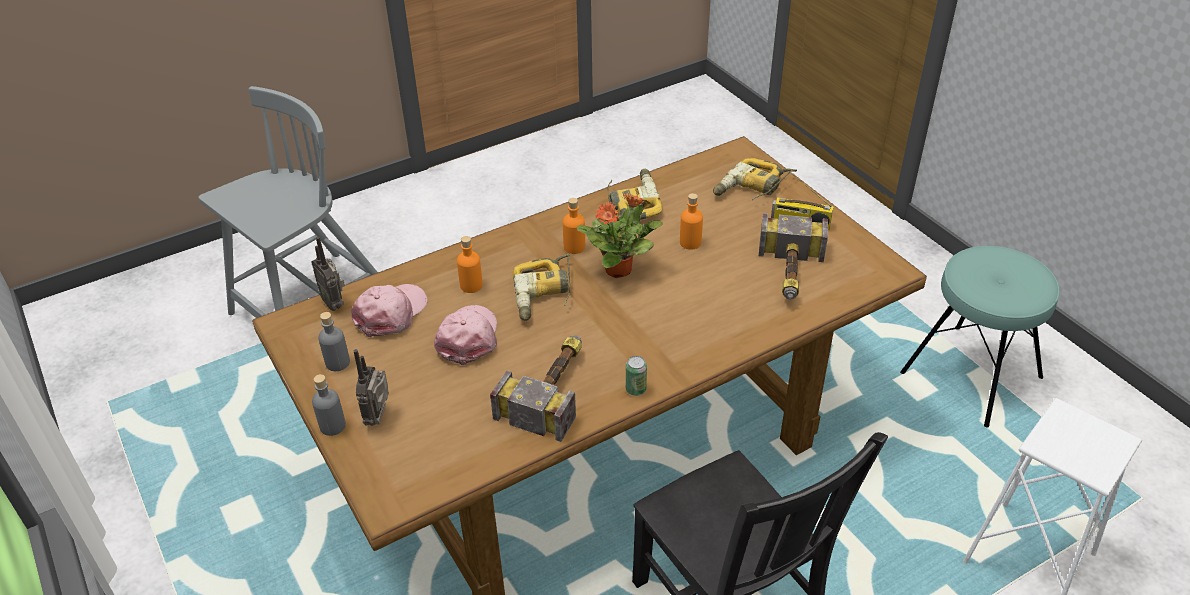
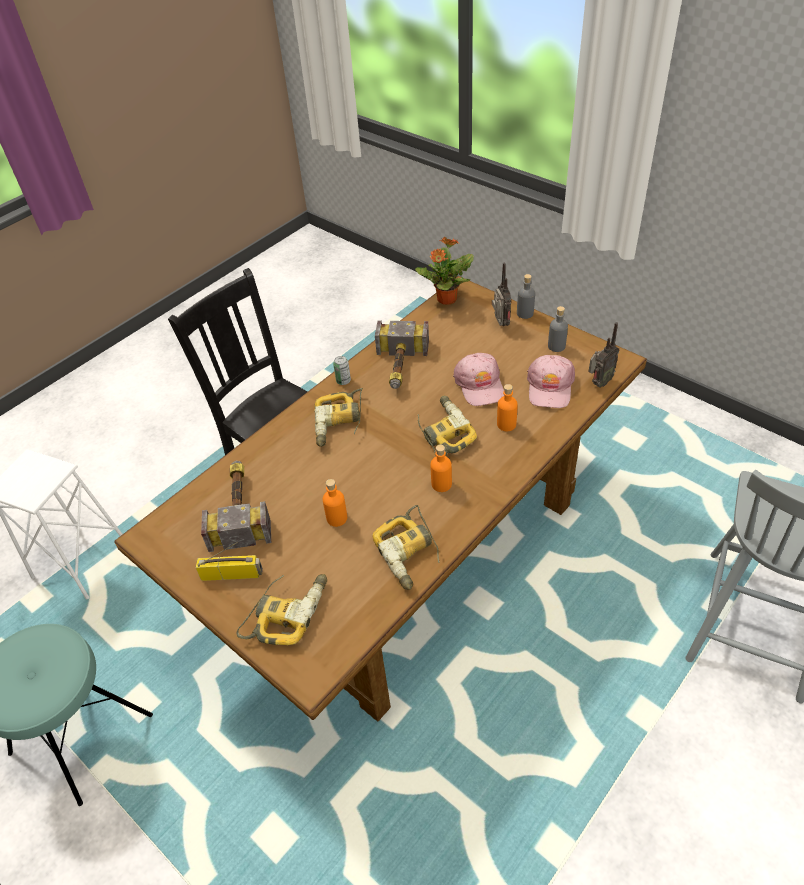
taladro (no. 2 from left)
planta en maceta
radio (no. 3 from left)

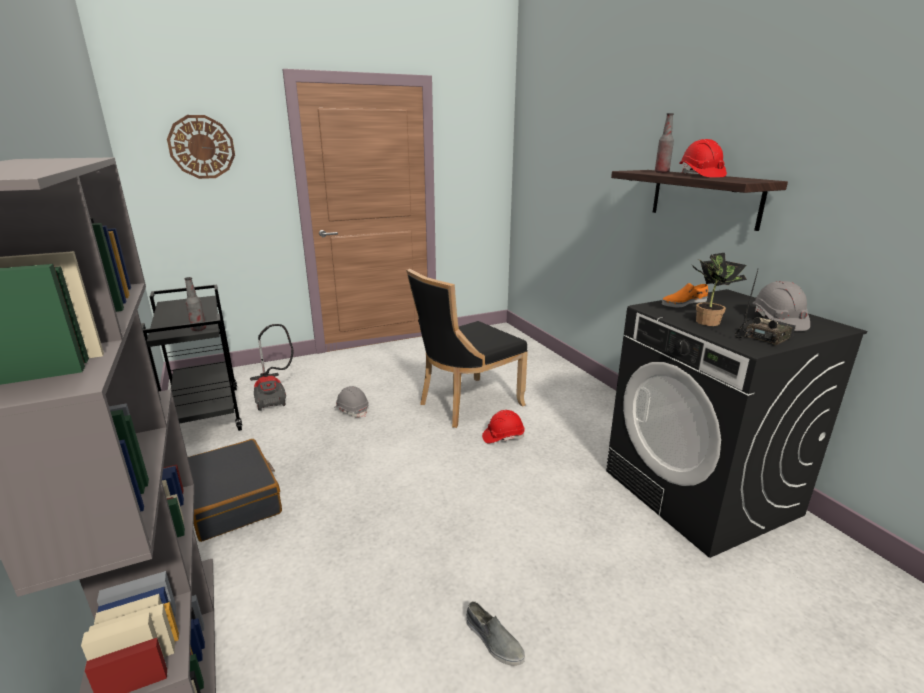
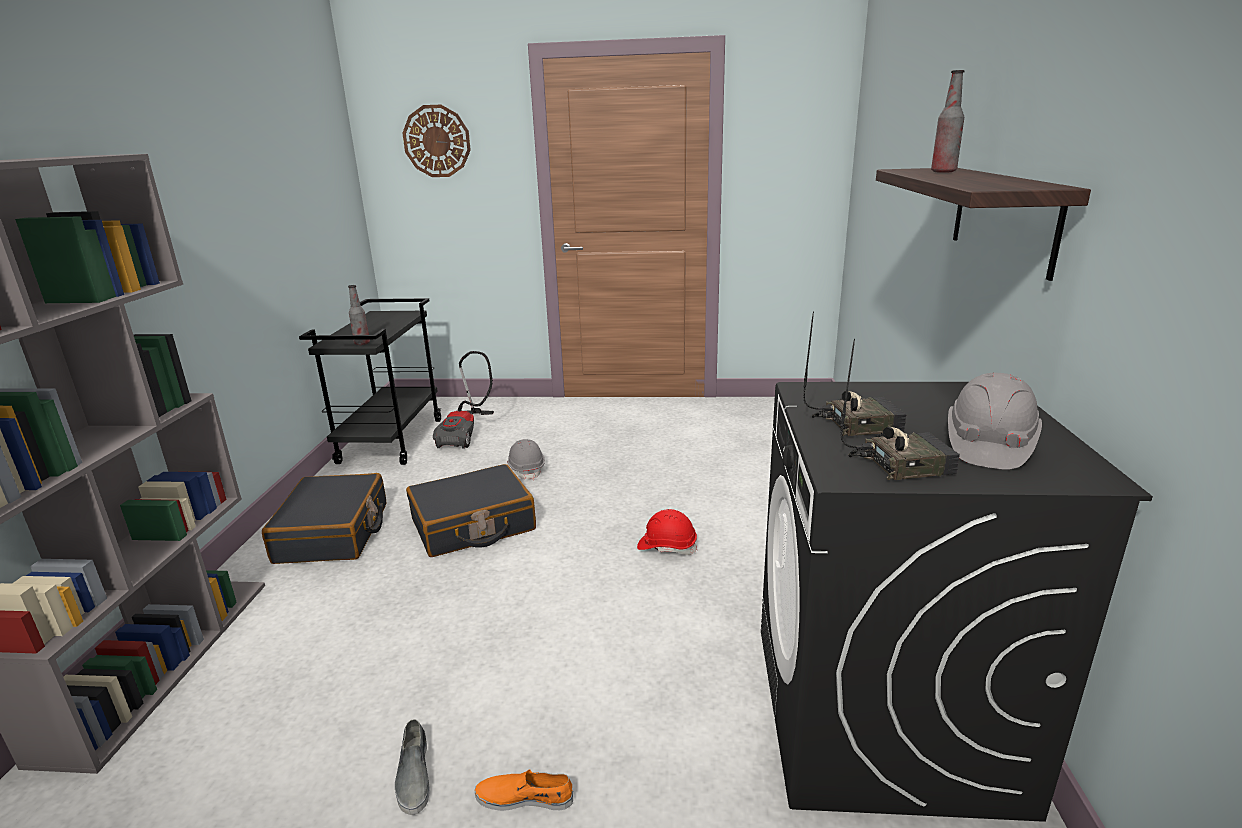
maleta/negro (no. 2 from left)
zapato/naranja
radio (no. 1 from left)
silla/negro
casco/rojo (no. 2 from left in the first image)

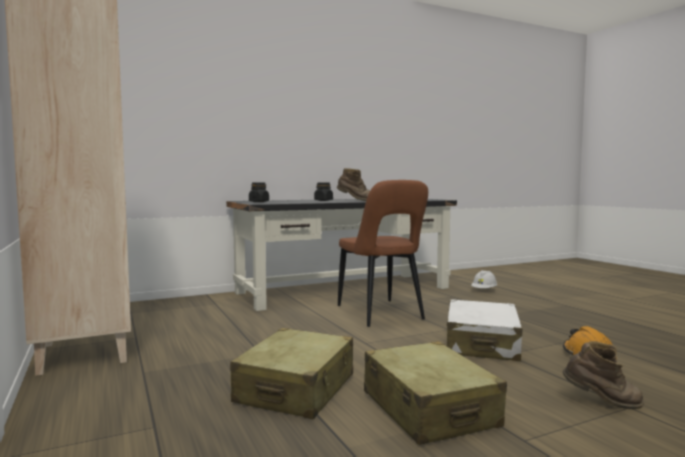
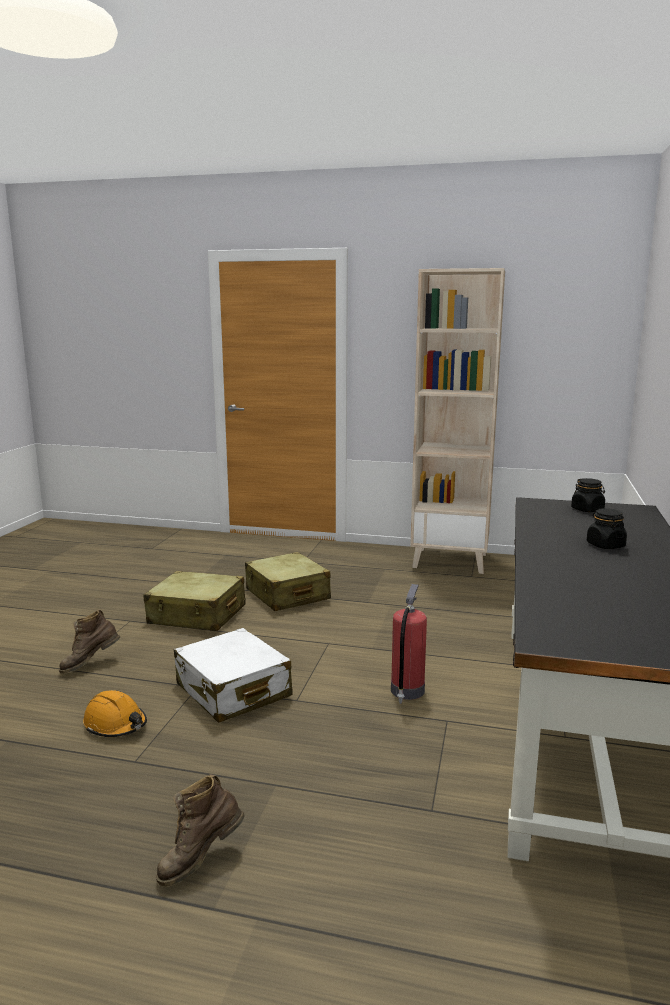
bota/marrón (no. 2 from left)
extintor
casco/blanco

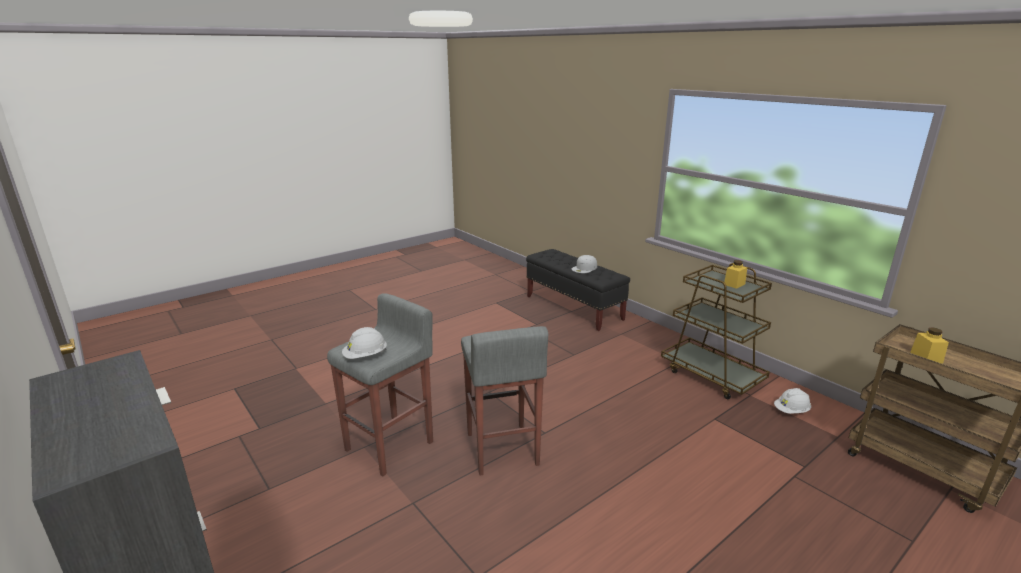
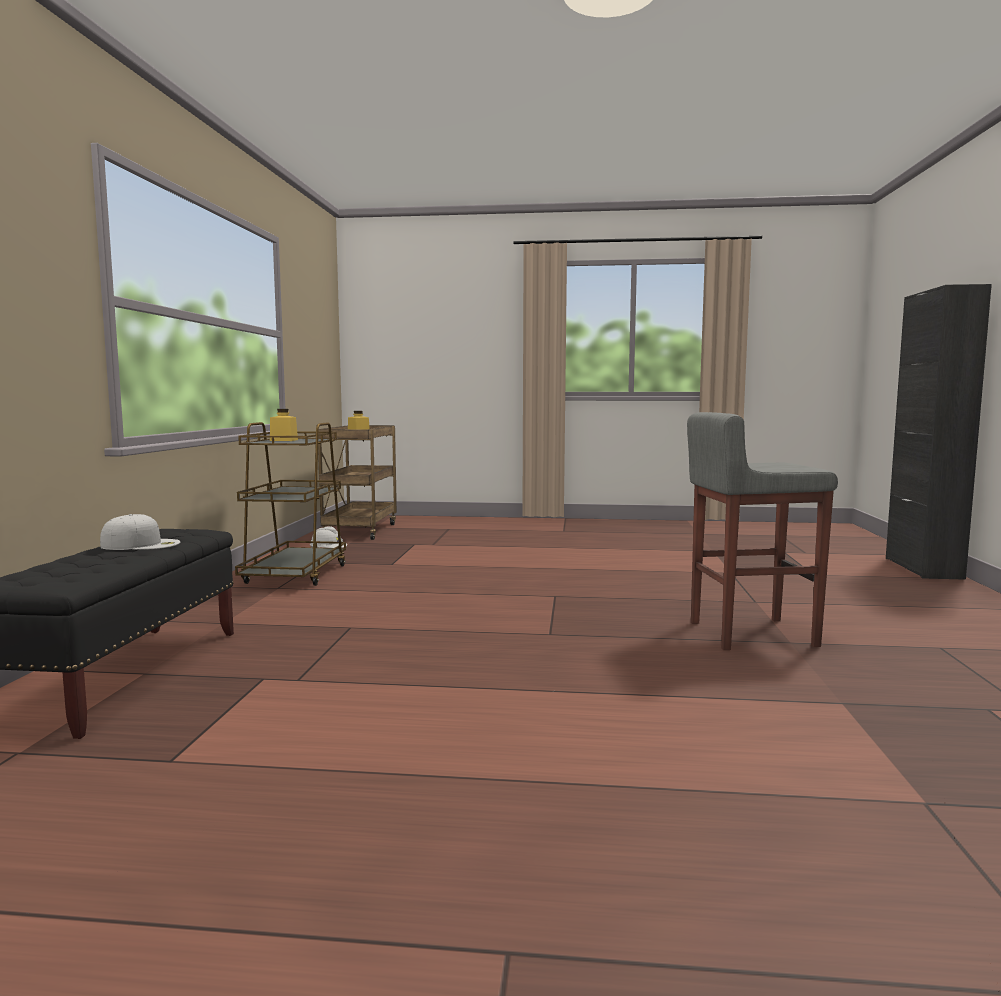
casco/blanco (no. 1 from left in the first image)
taburete/gris (no. 2 from left in the first image)

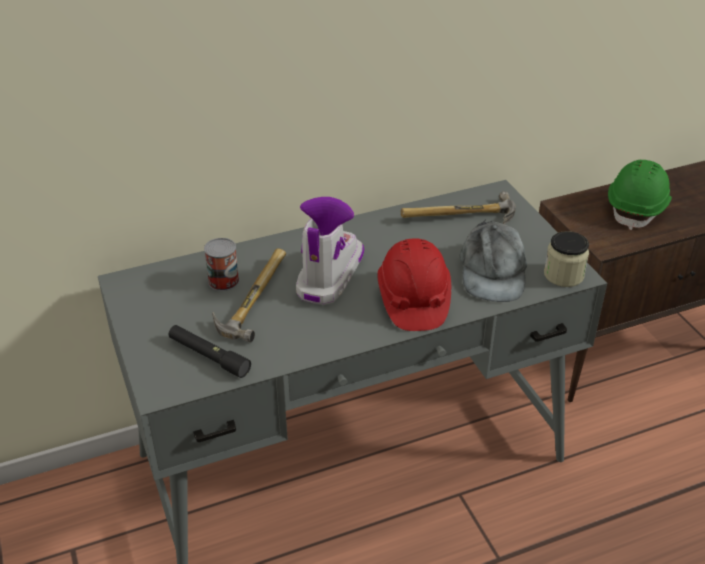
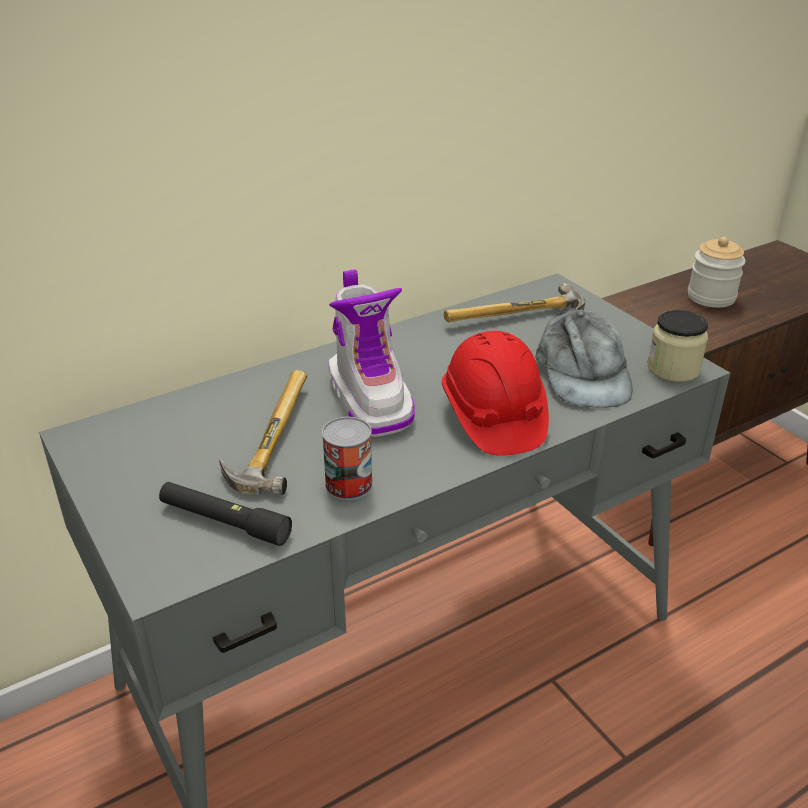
lata
bota
tarro (no. 2 from left)

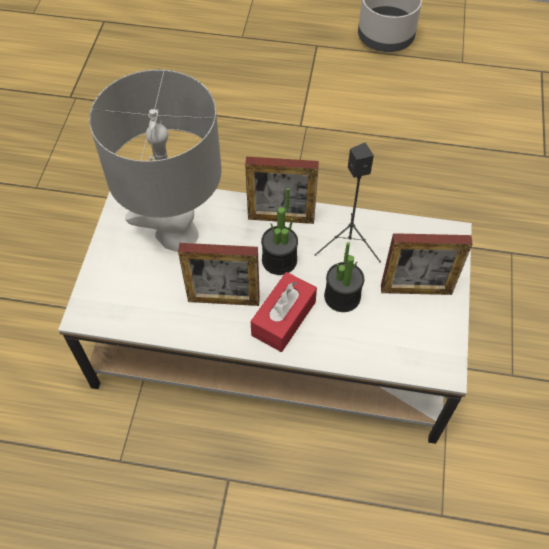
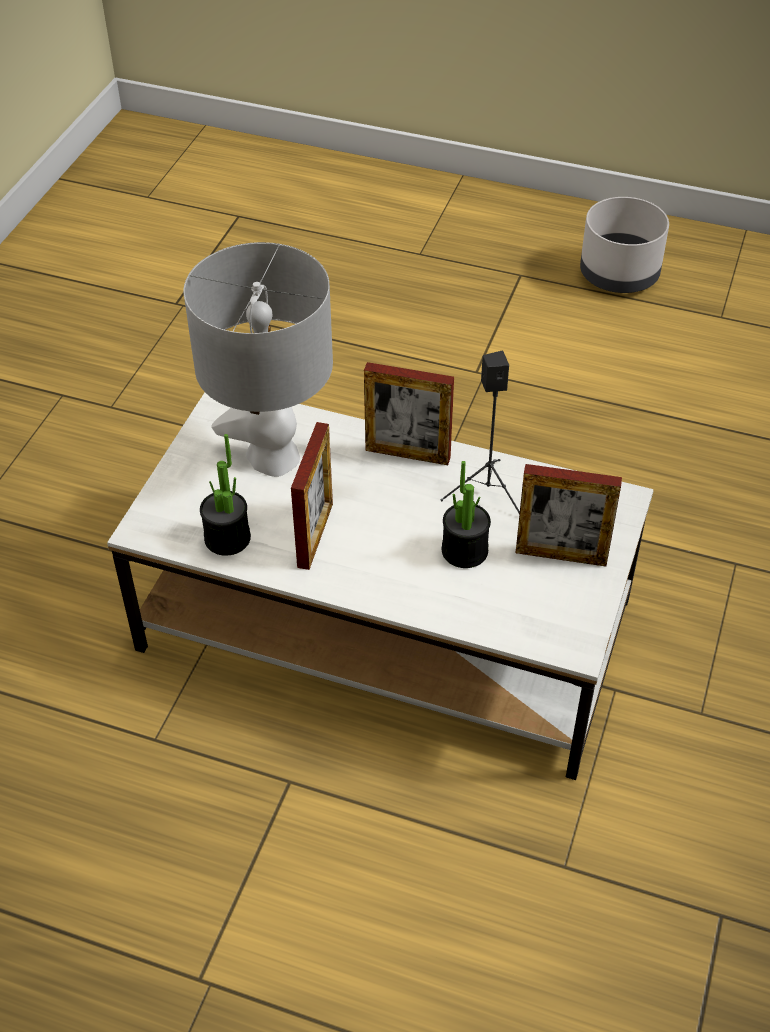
planta en maceta (no. 1 from left)
portarretratos (no. 1 from left)
caja de pañuelos/rojo

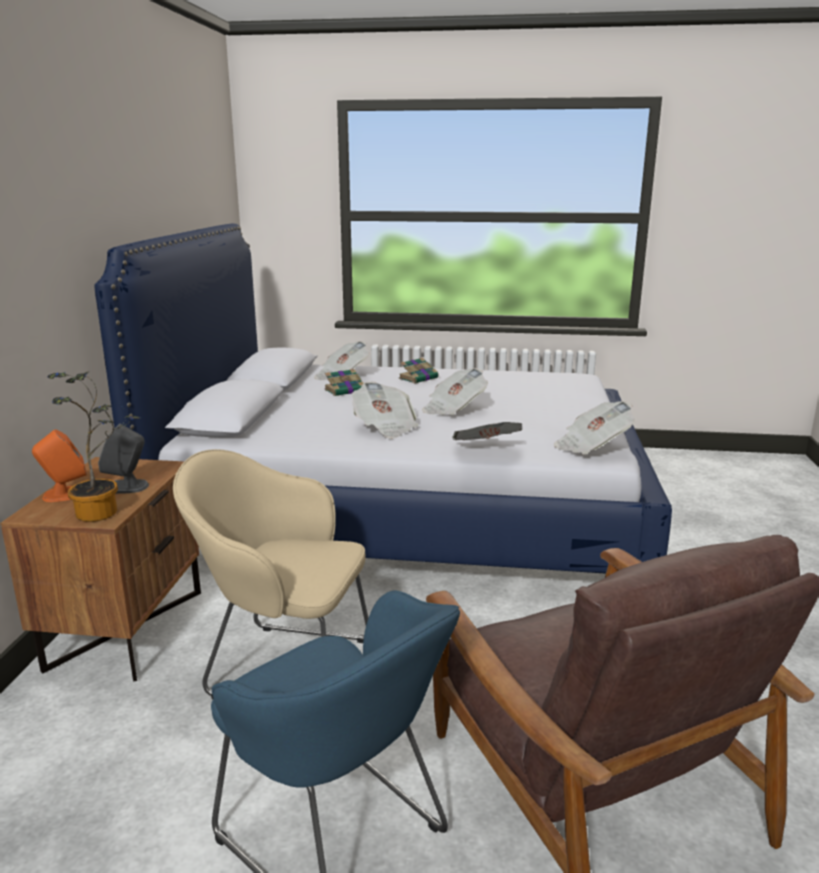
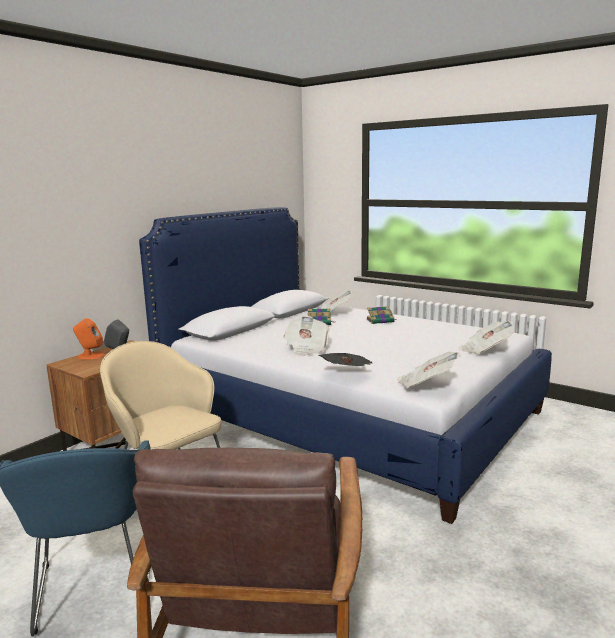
periódico (no. 5 from left)
planta en maceta

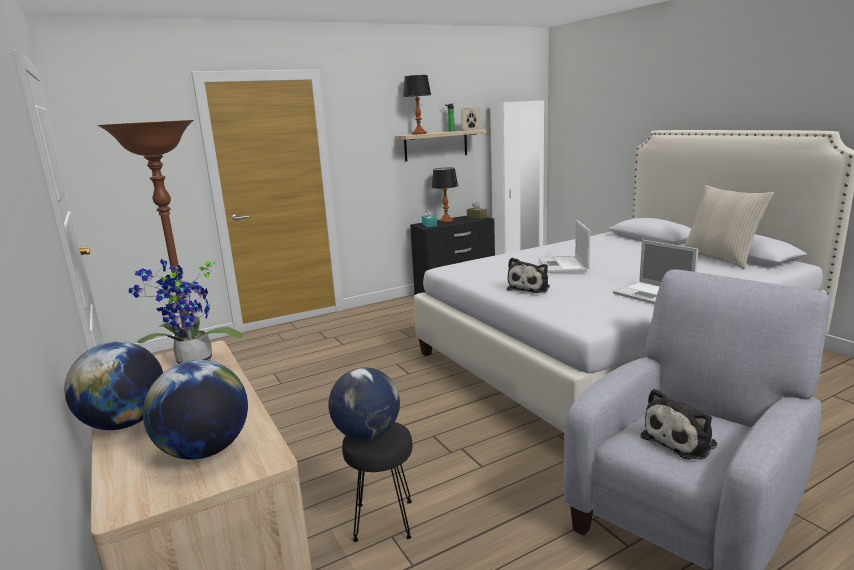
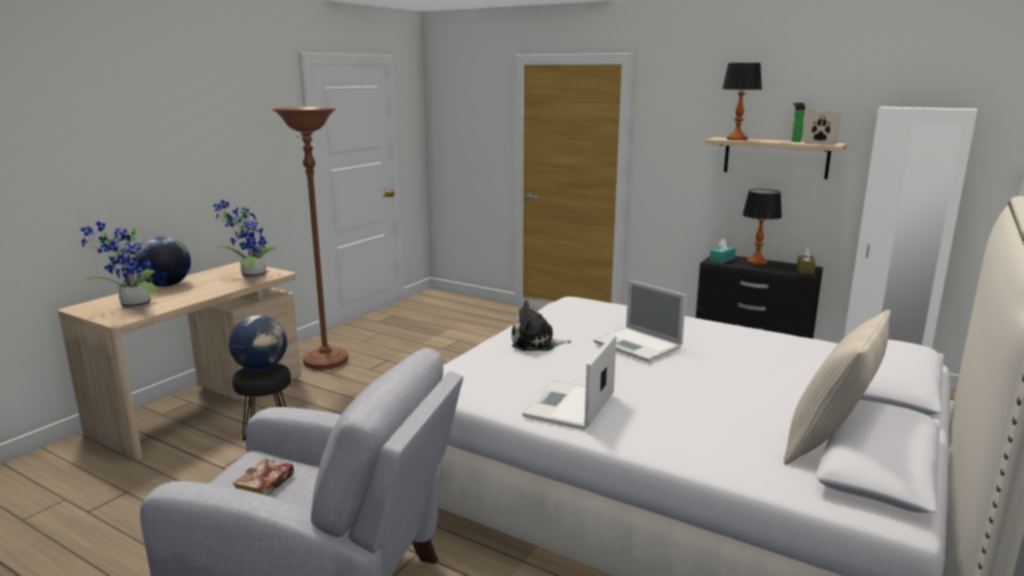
planta en maceta (no. 1 from left)
libro
portátil (no. 2 from left)

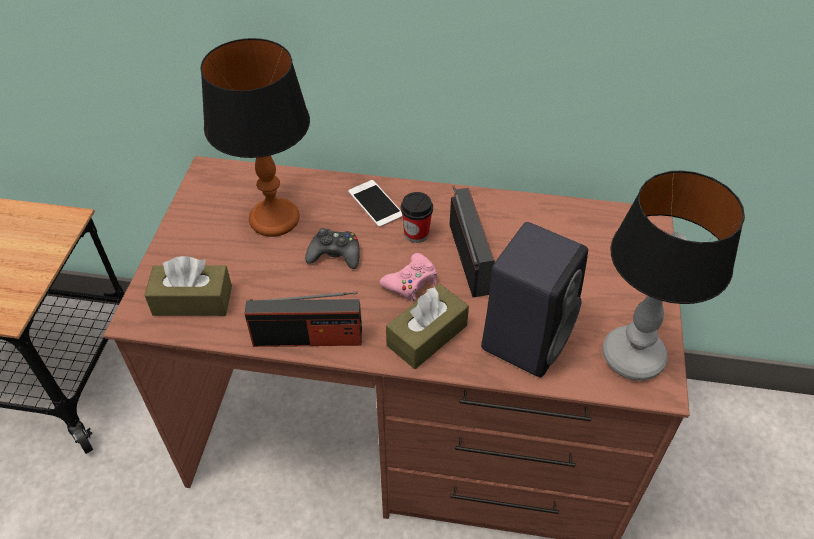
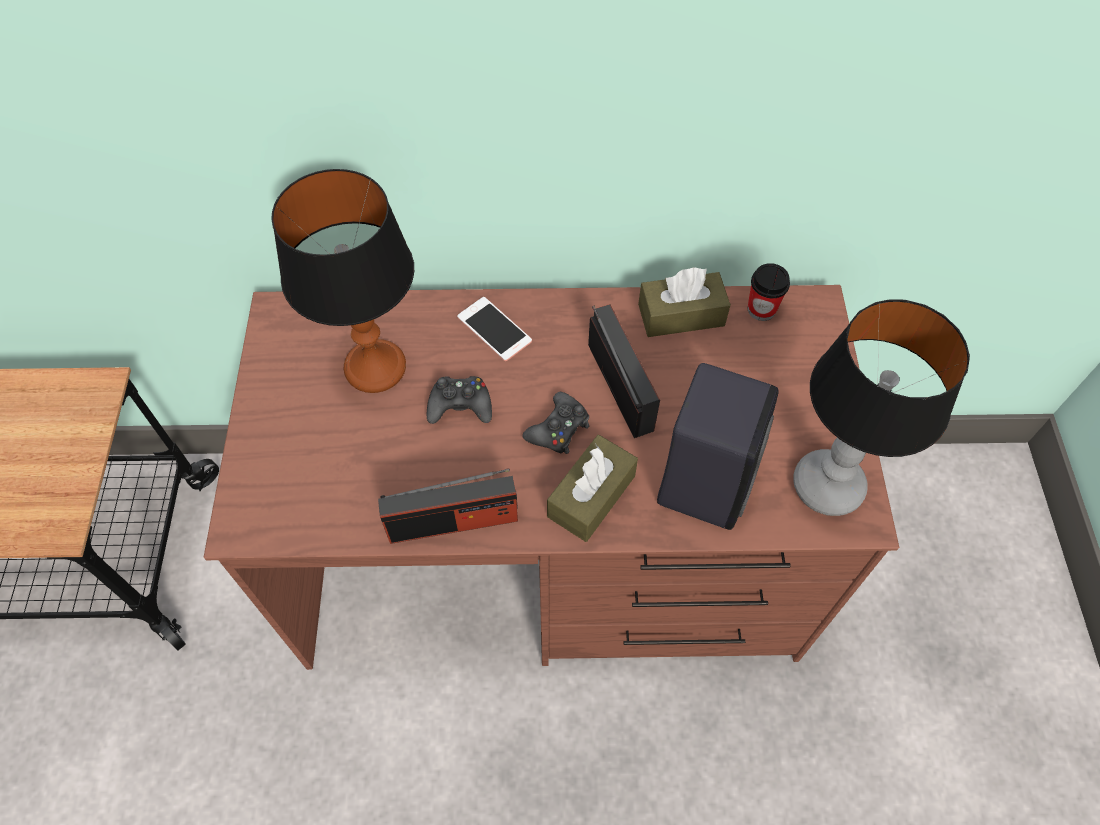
mando de consola/negro (no. 2 from left)
caja de pañuelos/marrón (no. 2 from left)
taza

